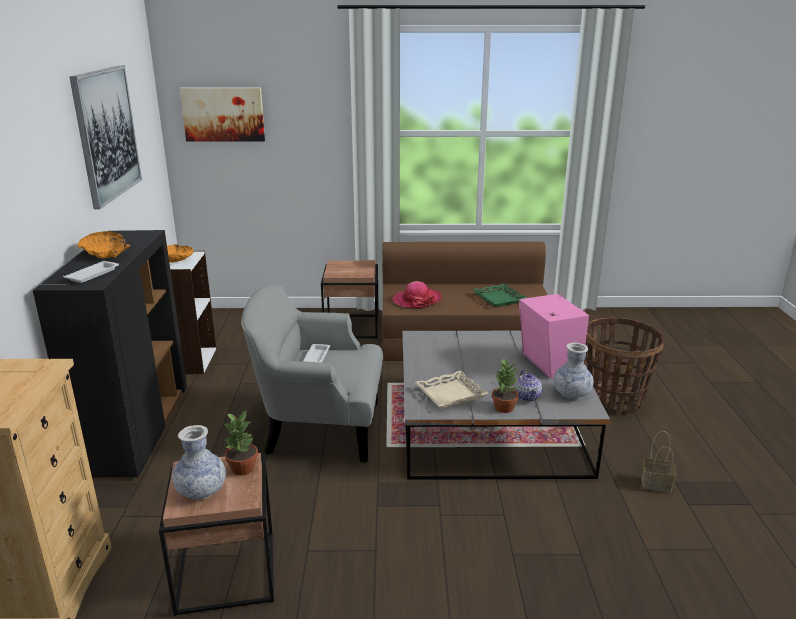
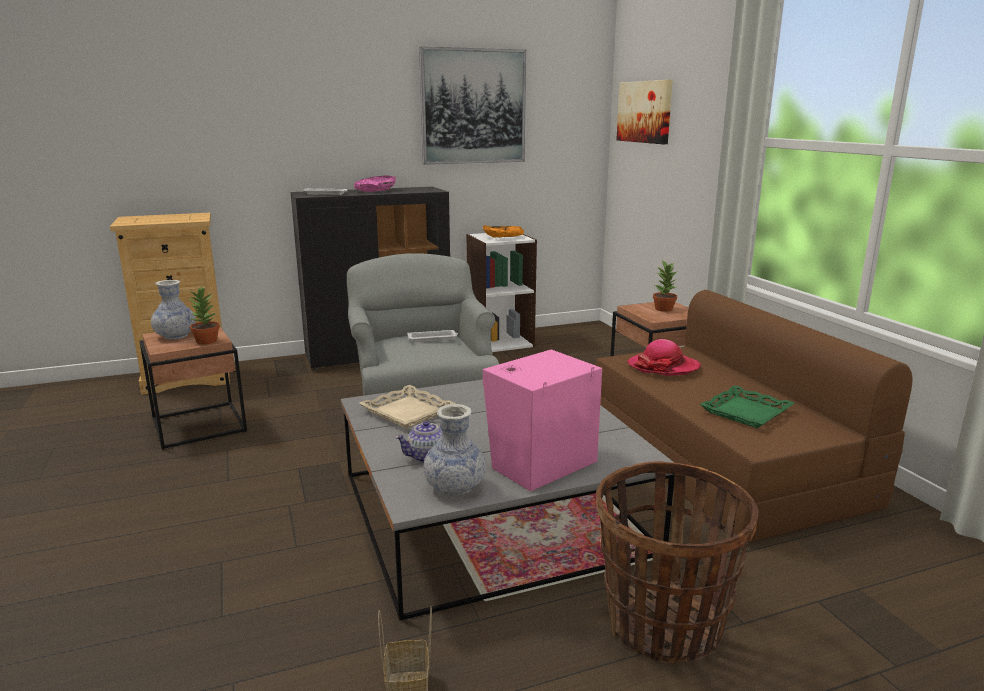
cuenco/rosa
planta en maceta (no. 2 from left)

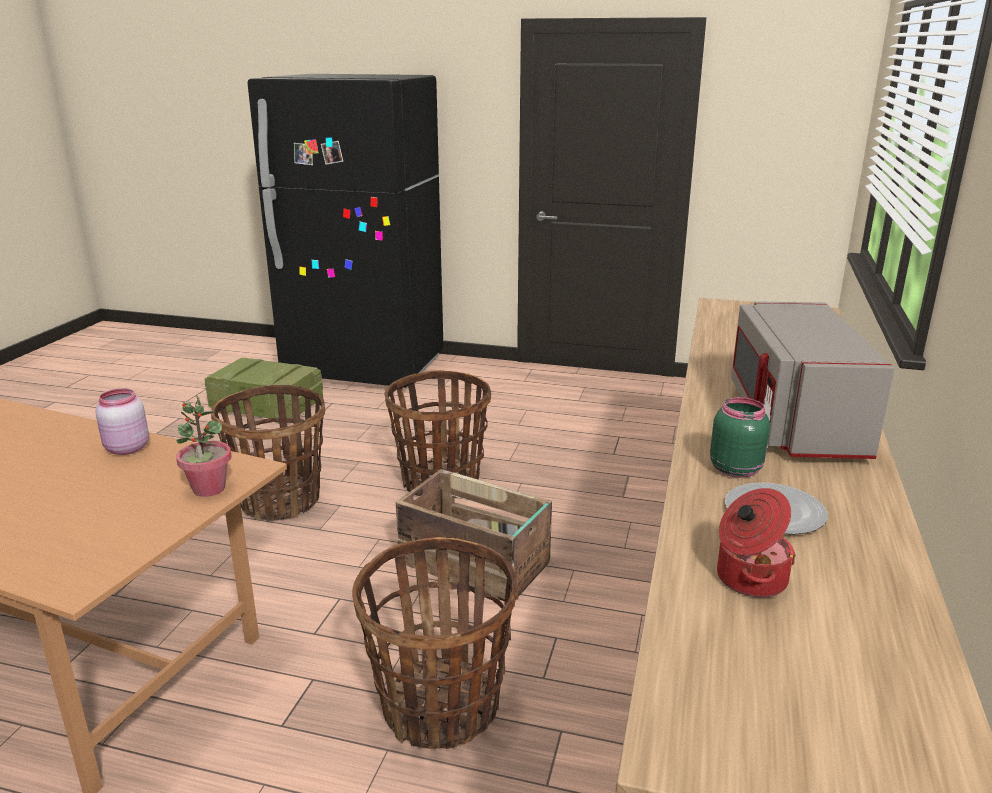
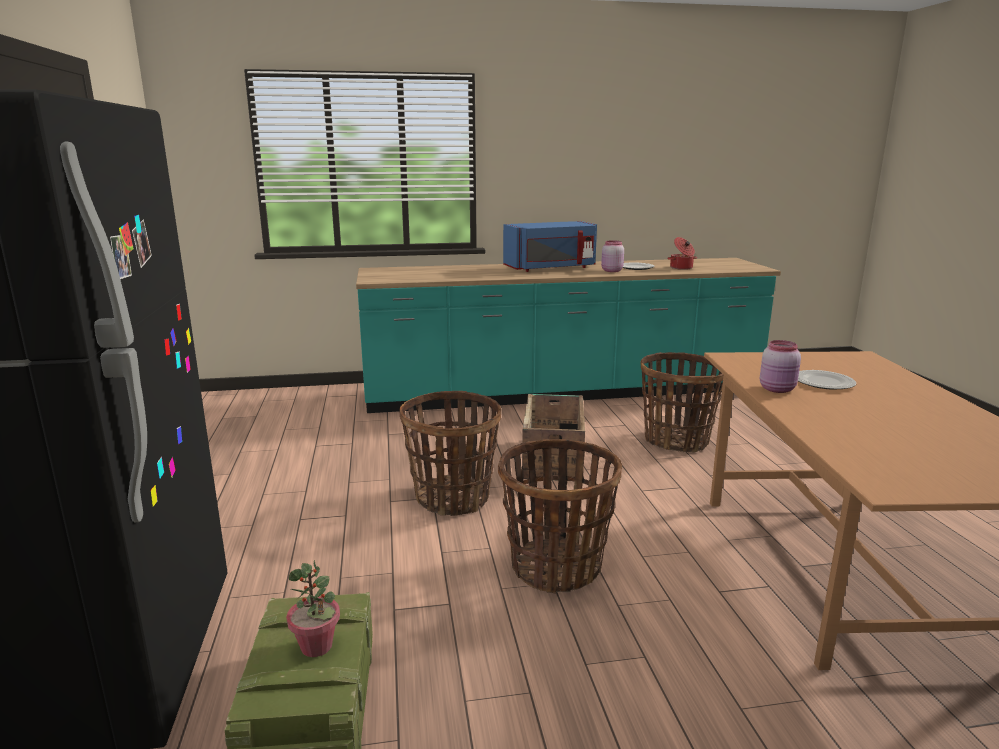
planta en maceta
microondas/azul
tarro/rosa (no. 1 from left)
plato (no. 2 from left)

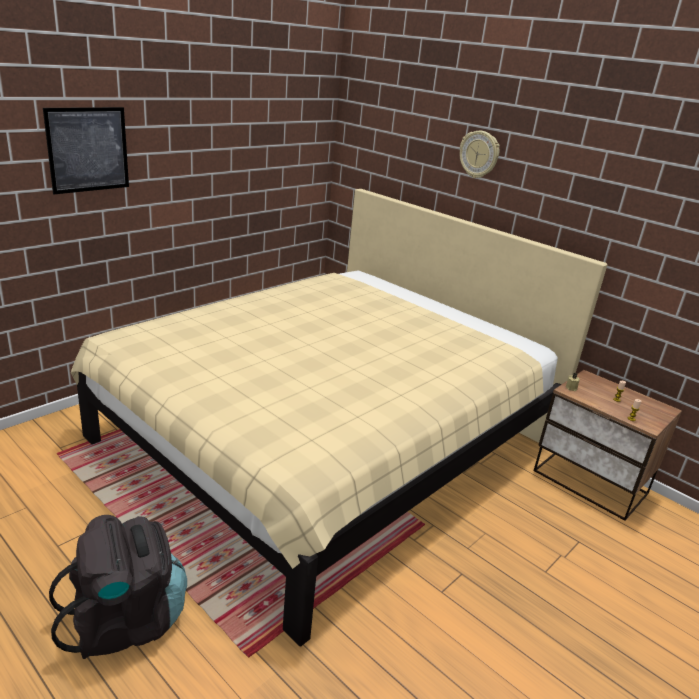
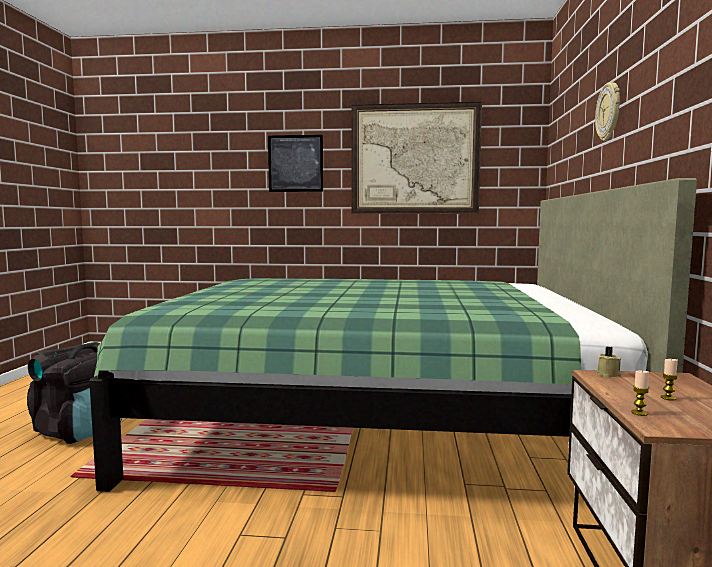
cama/verde
cuadro (no. 2 from left)

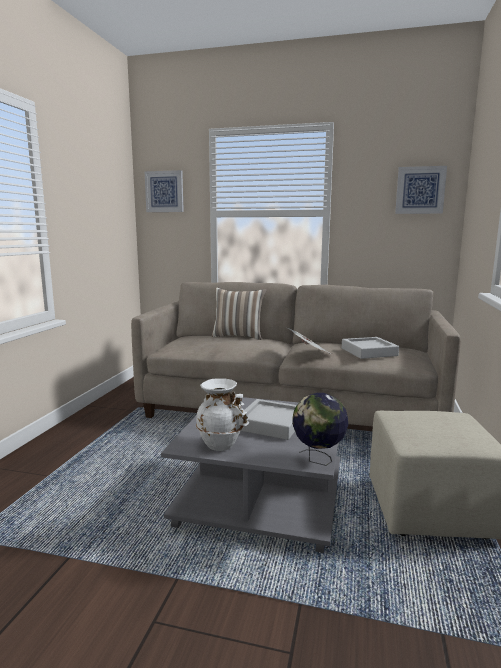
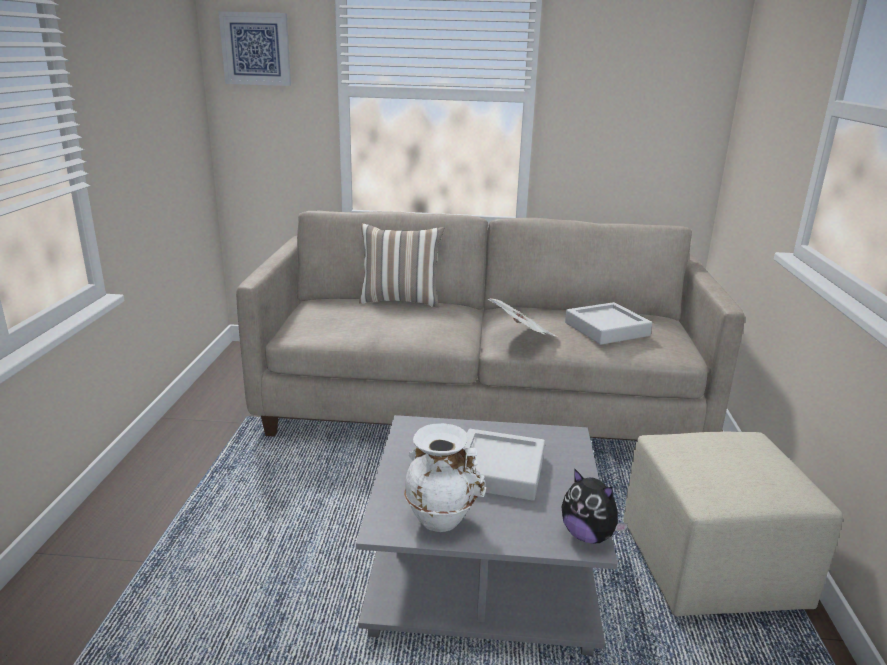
peluche
cuadro (no. 2 from left in the first image)

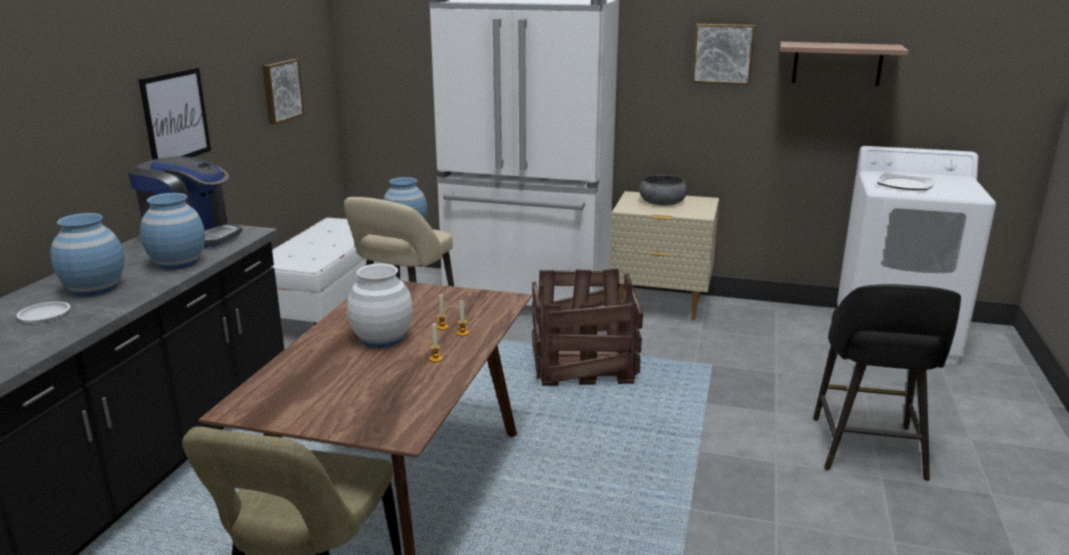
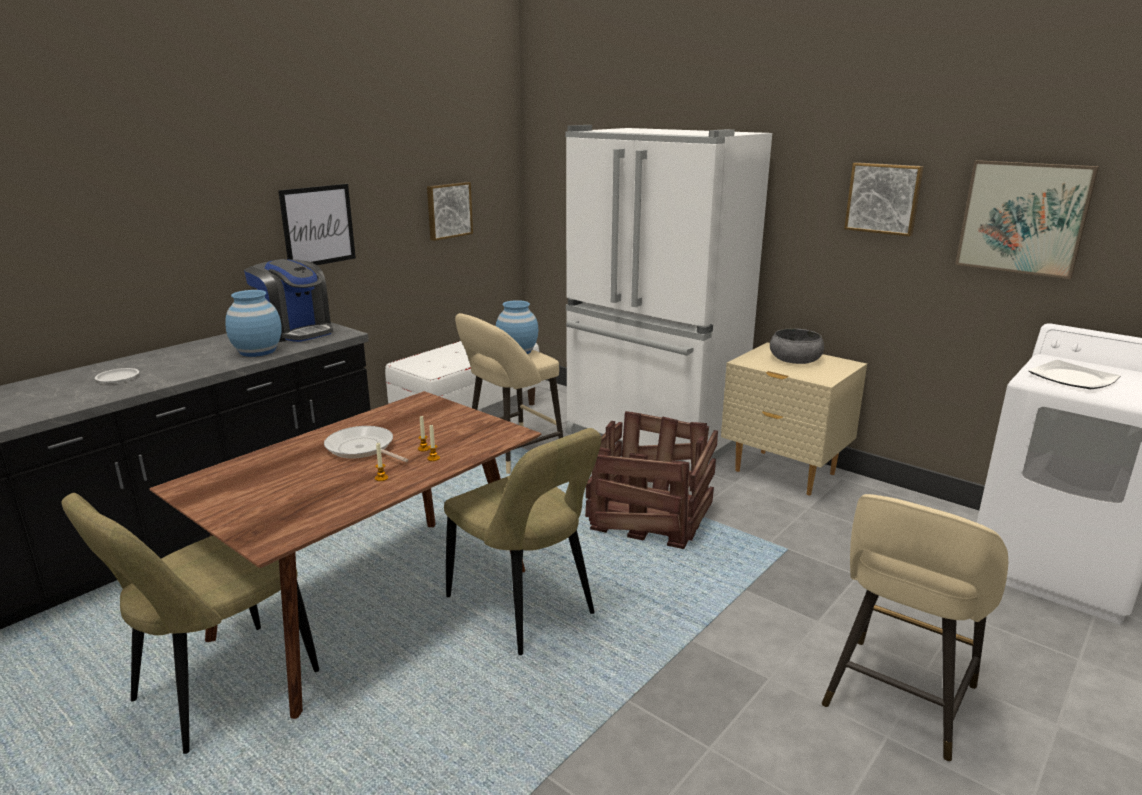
sartén
silla/beis (no. 2 from left)
taburete/beis (no. 2 from left)
cuadro (no. 4 from left)
florero/azul (no. 1 from left in the first image)

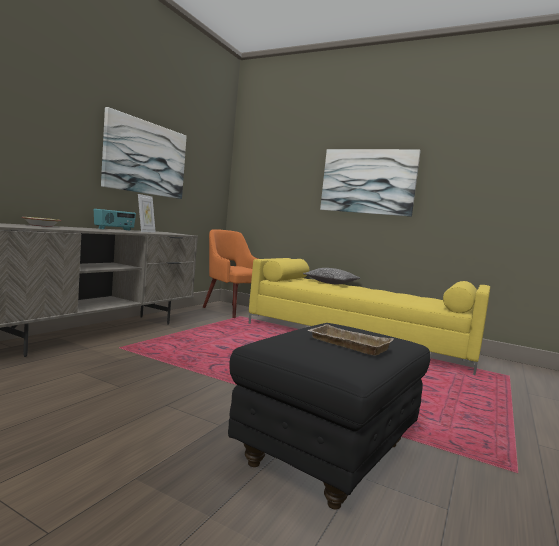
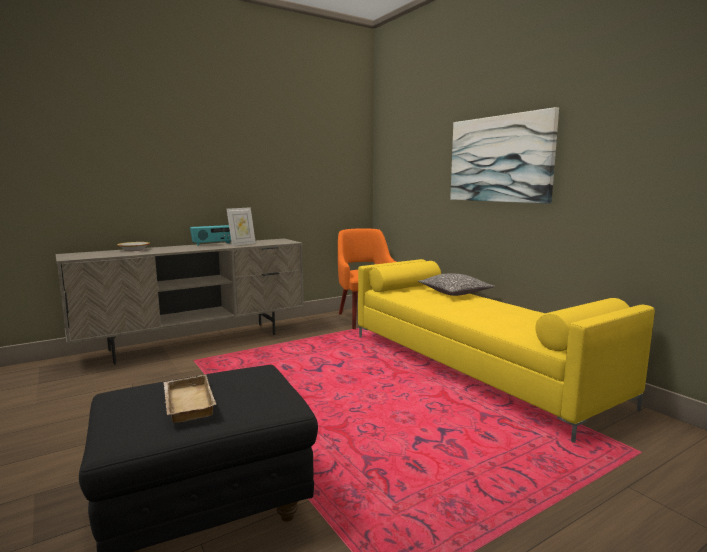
cuadro (no. 1 from left in the first image)

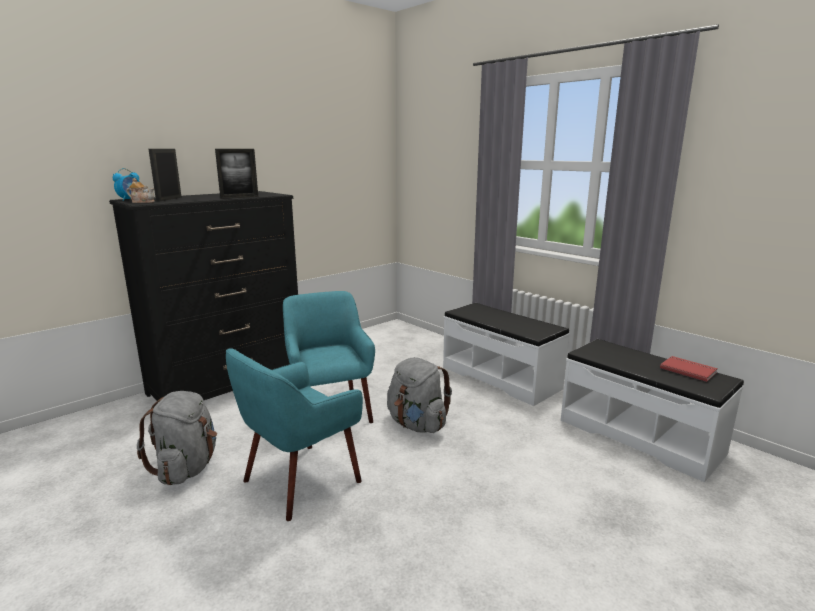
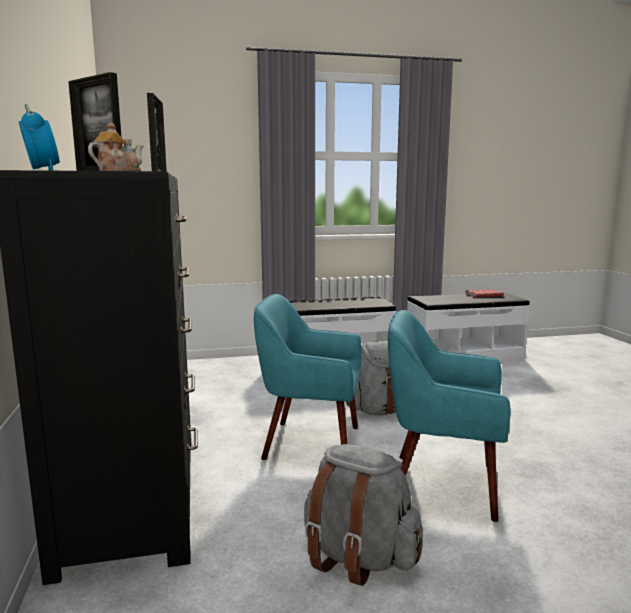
sillón/turquesa (no. 2 from left)

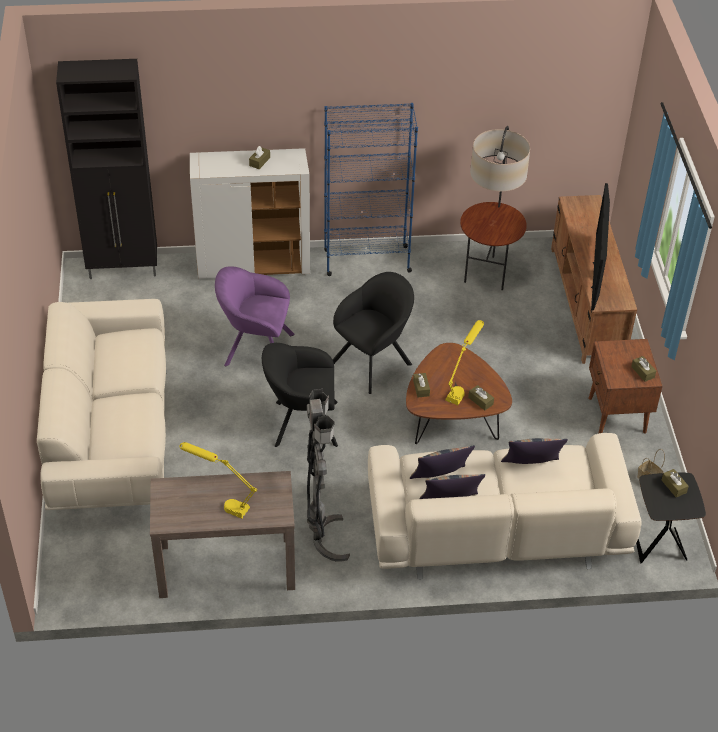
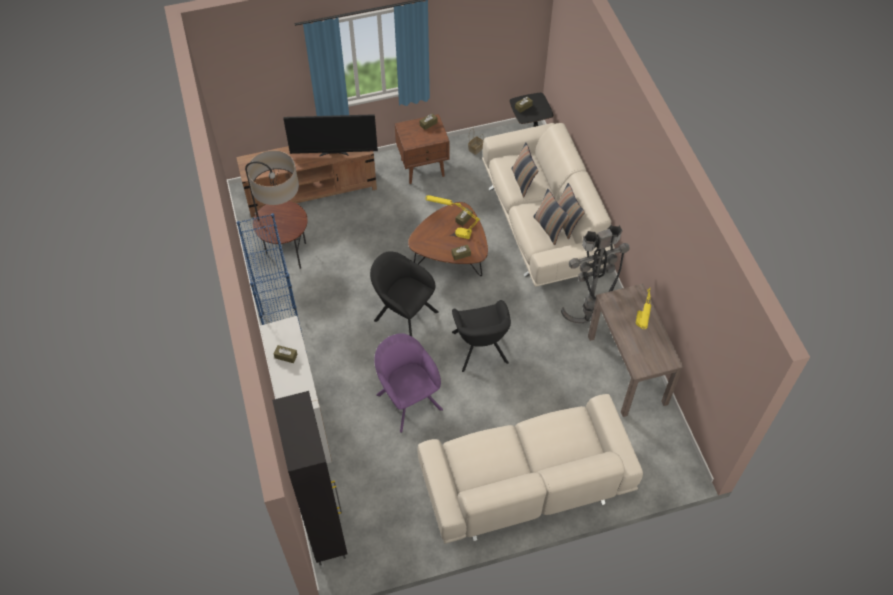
sillón/morado

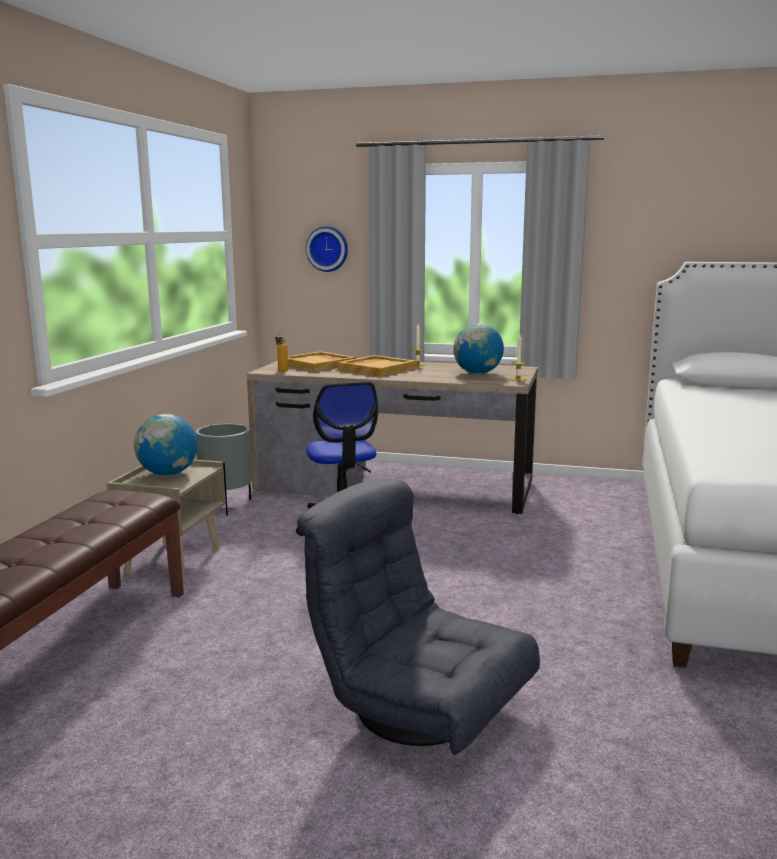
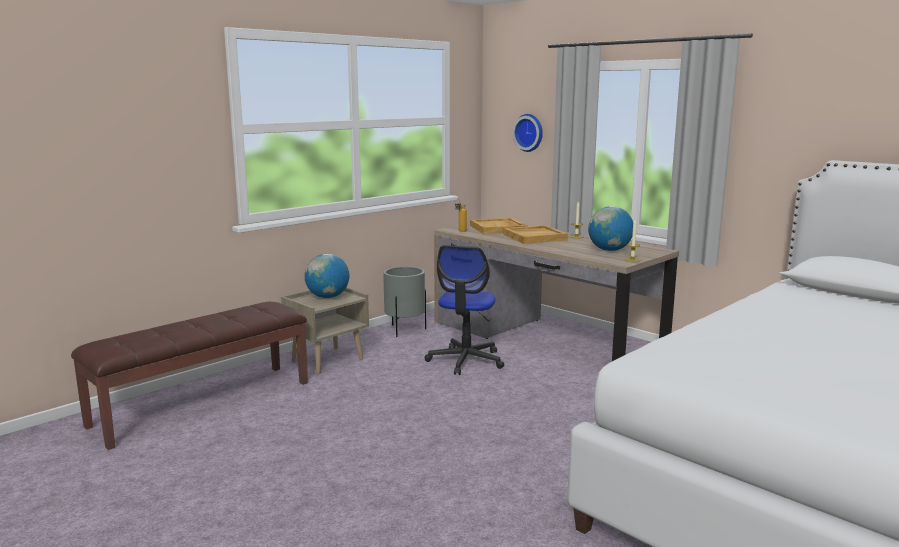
sillón/gris

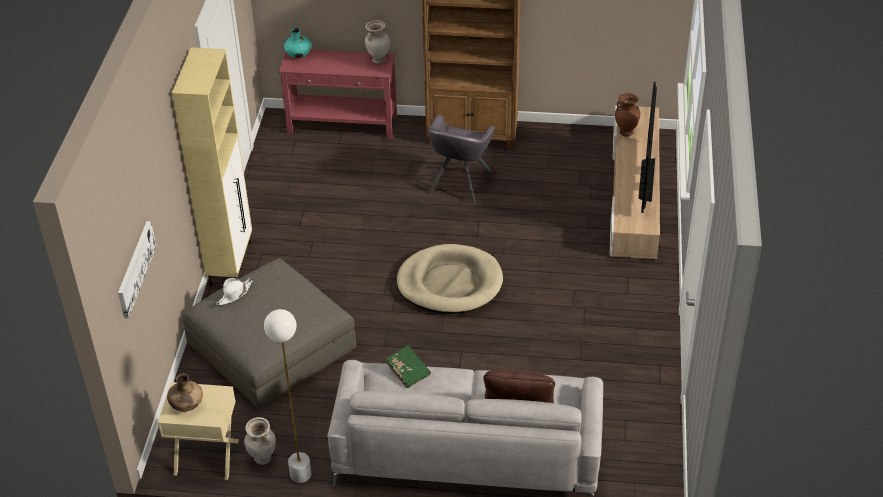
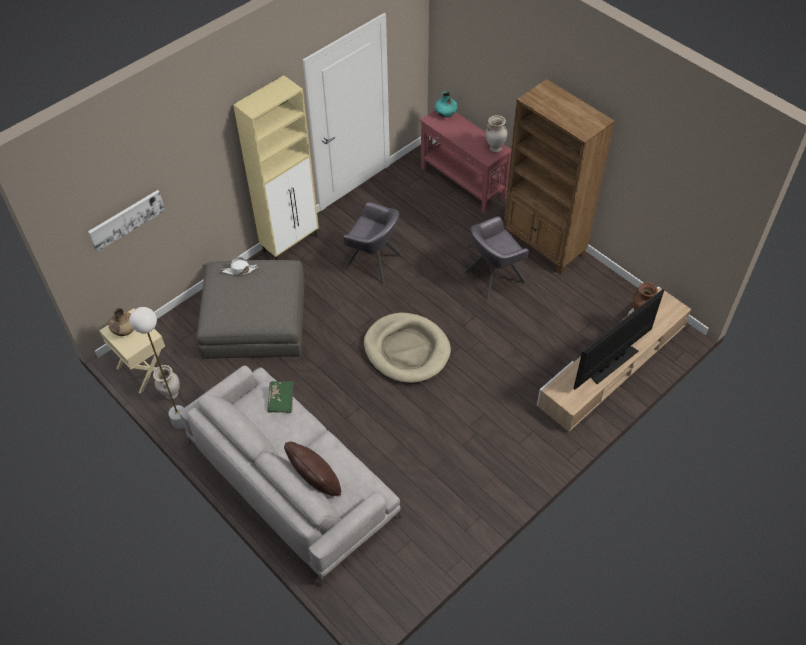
sillón/gris (no. 1 from left)

